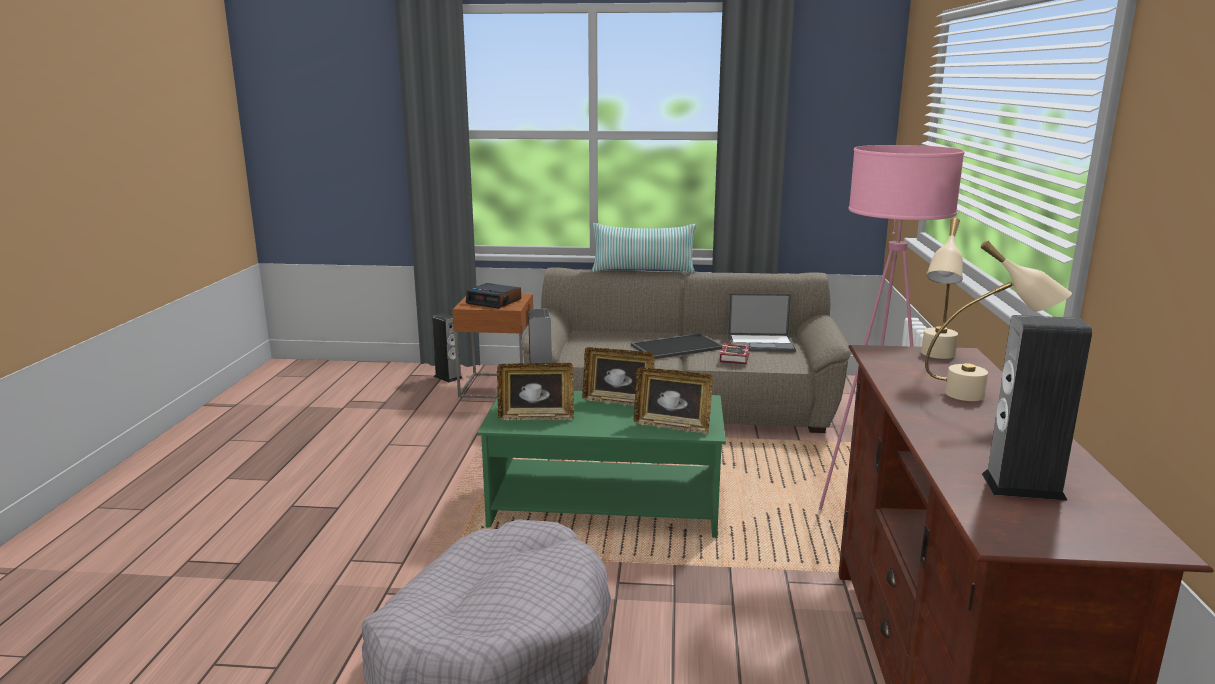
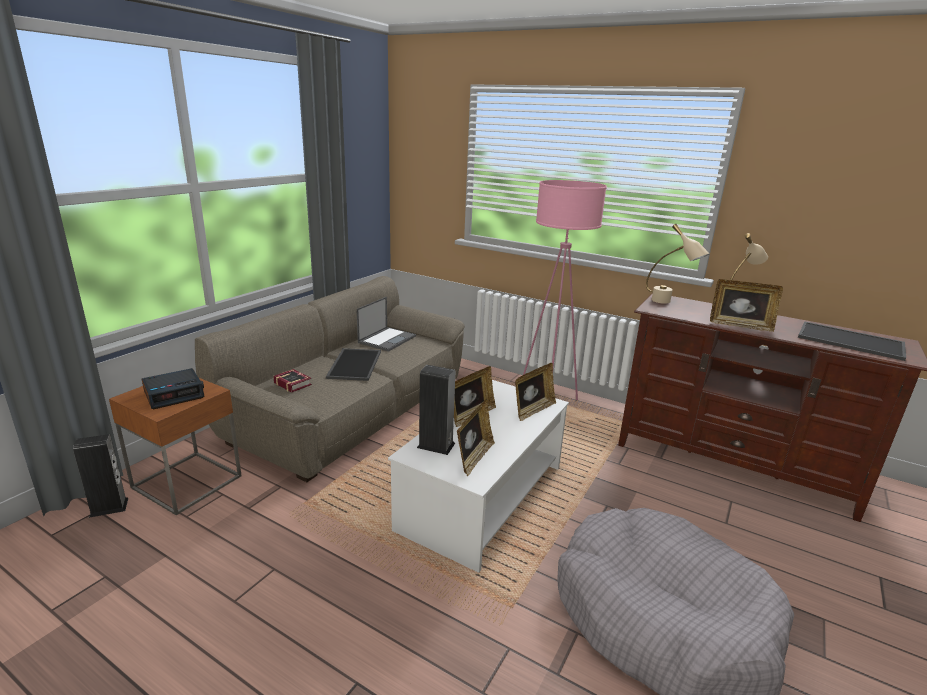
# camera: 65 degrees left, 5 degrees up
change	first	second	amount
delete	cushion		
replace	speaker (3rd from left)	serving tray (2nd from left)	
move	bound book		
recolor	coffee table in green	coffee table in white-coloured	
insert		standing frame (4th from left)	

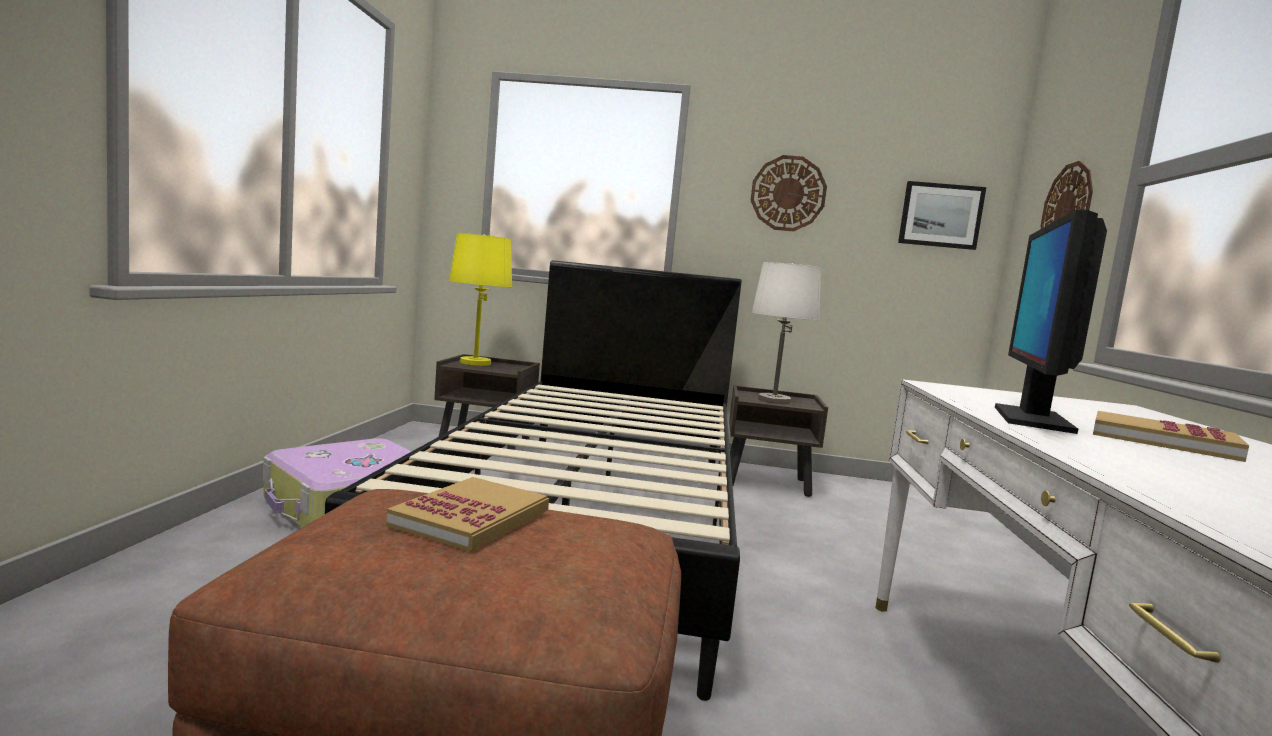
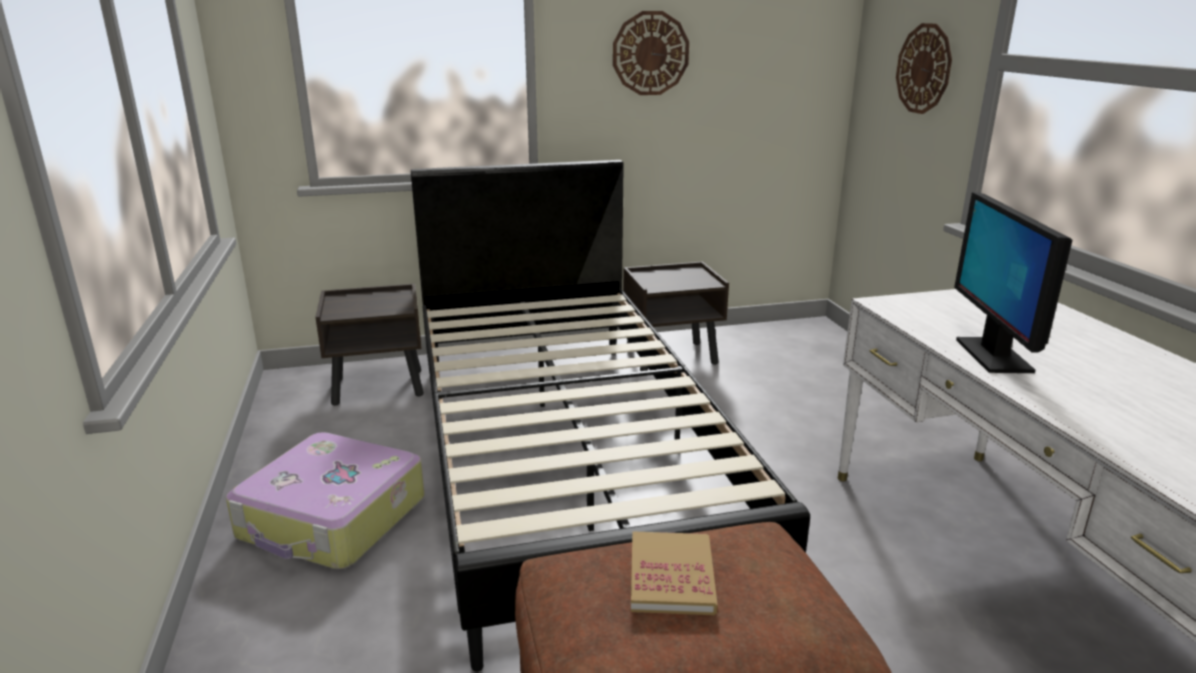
# camera: 20 degrees left, 15 degrees up
change	first	second	amount
delete	wall art		
delete	tabletop lamp in yellow-coloured		
delete	tabletop lamp in white-coloured		
delete	bound book (2nd from left)		

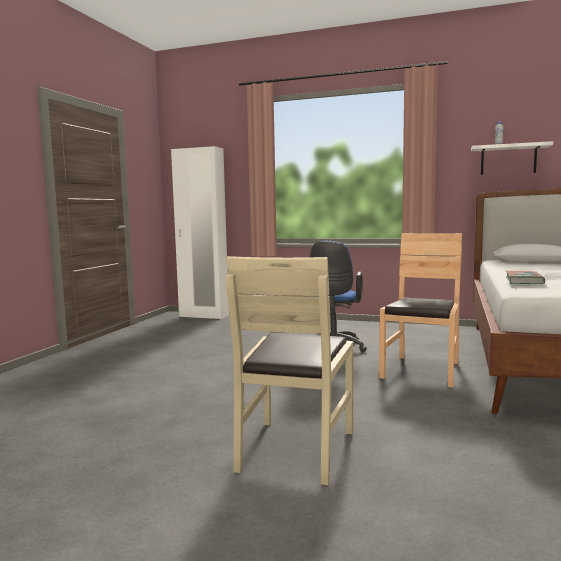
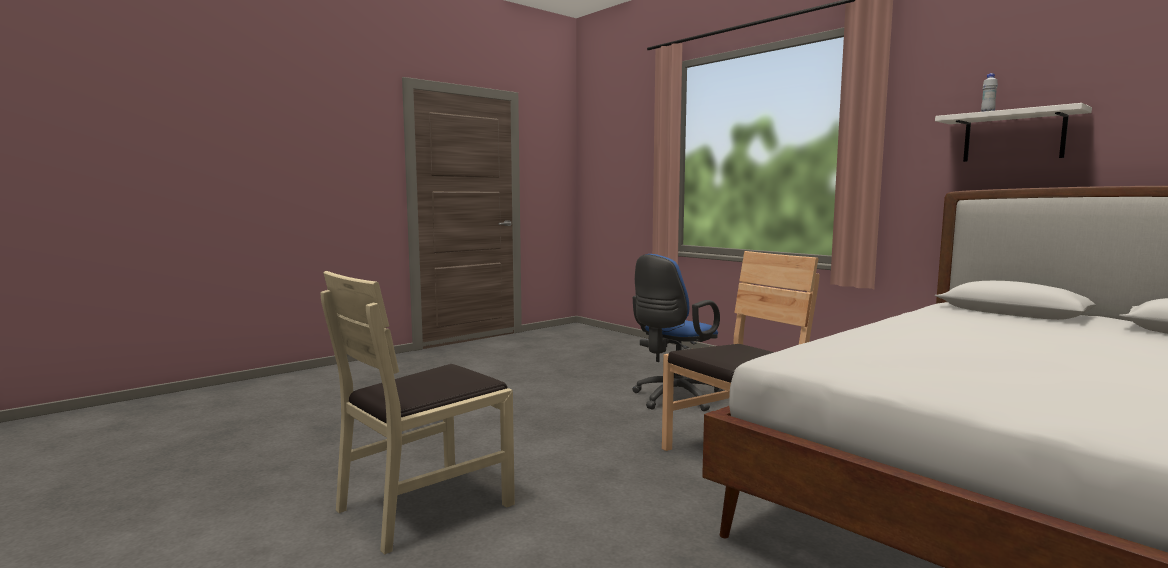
# camera: 30 degrees right, 0 degrees up
change	first	second	amount
delete	wardrobe in white-coloured		
delete	bound book		

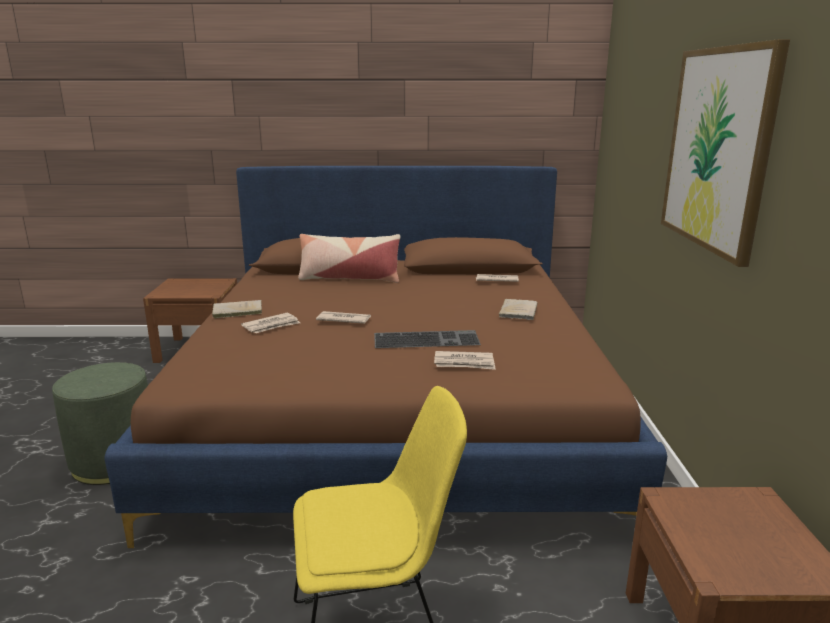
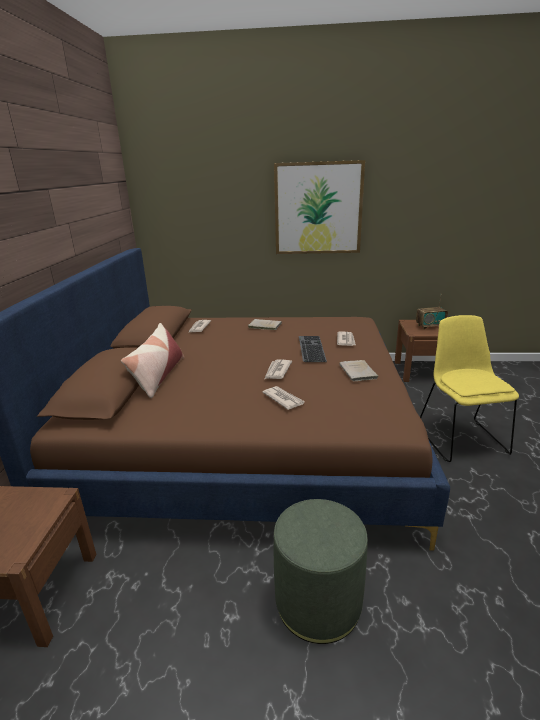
# camera: 85 degrees left, 5 degrees up
change	first	second	amount
move	bound book in beige (1st from left in the first image)	bound book in beige (2nd from left)	
insert		radio receiver	

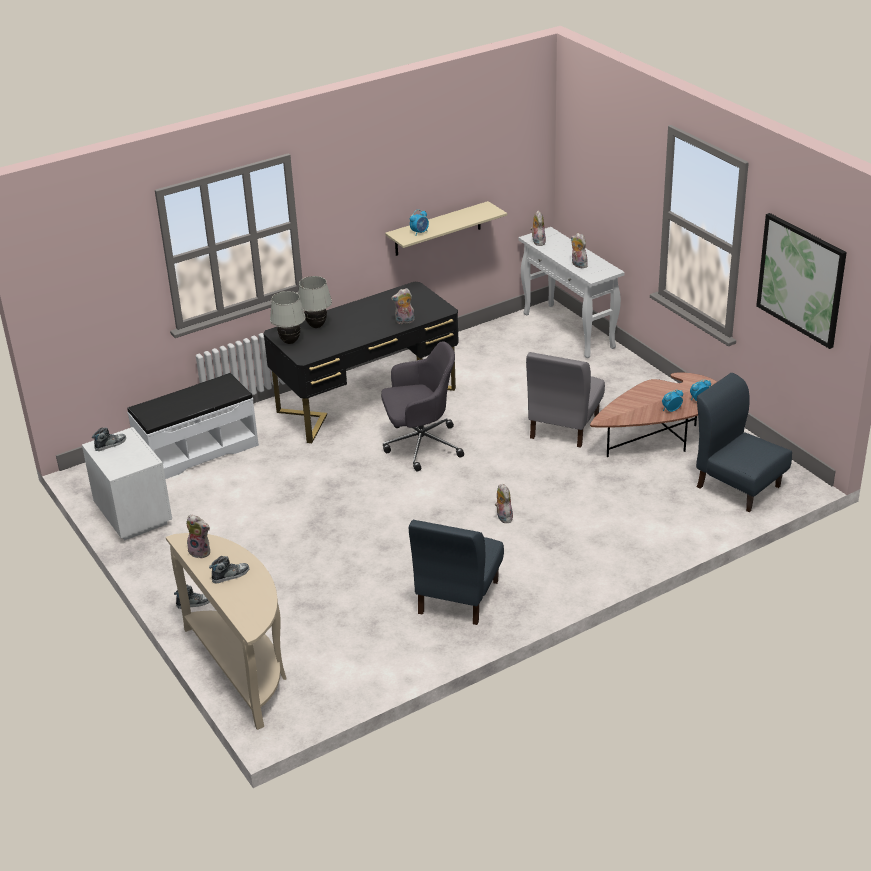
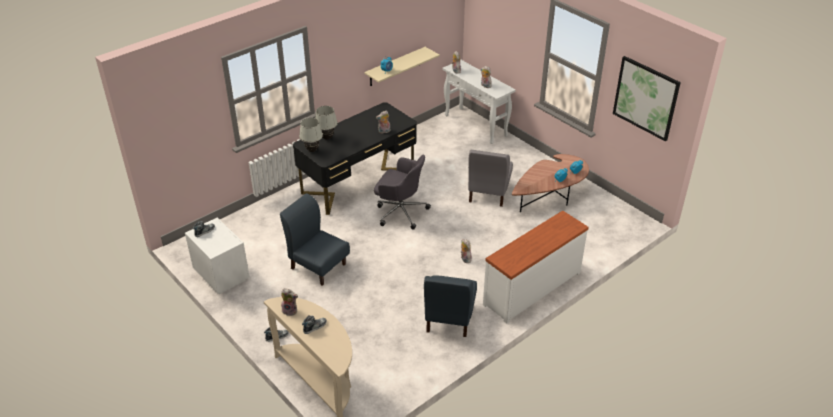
# camera: 10 degrees left, 5 degrees up
change	first	second	amount
rotate	computer chair in gray		45 degrees clockwise
delete	indoor bench in white-coloured		
move	upright chair in bluish (2nd from left in the first image)	upright chair in bluish (1st from left)	
insert		drawer chest in white-coloured	

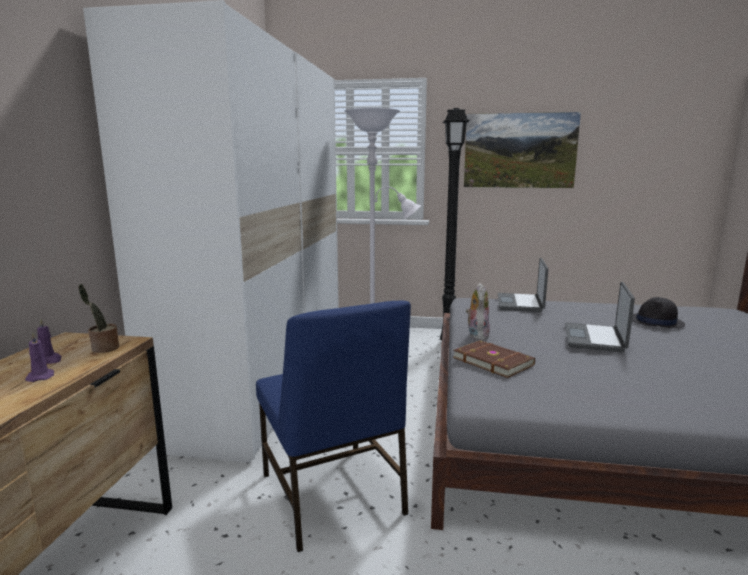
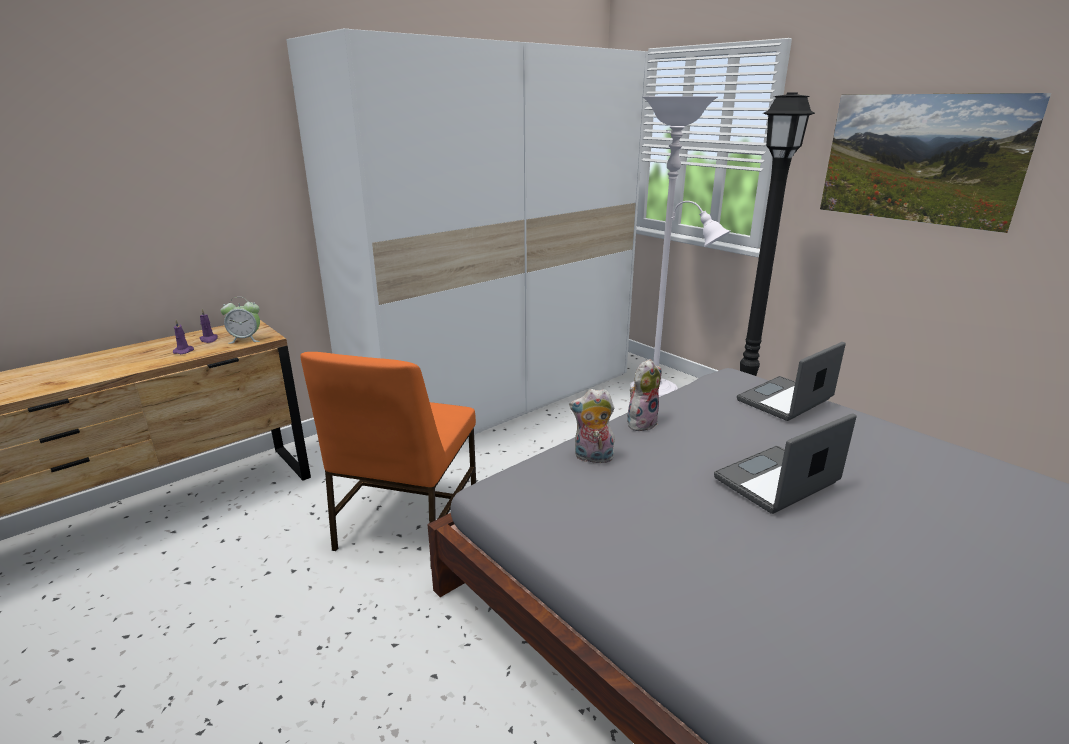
# camera: 40 degrees right, 10 degrees up
change	first	second	amount
replace	houseplant	table clock	
delete	clothing hat in blackish		
recolor	upright chair in bluish	upright chair in orange	
replace	bound book in brown	plush toy (1st from left)	

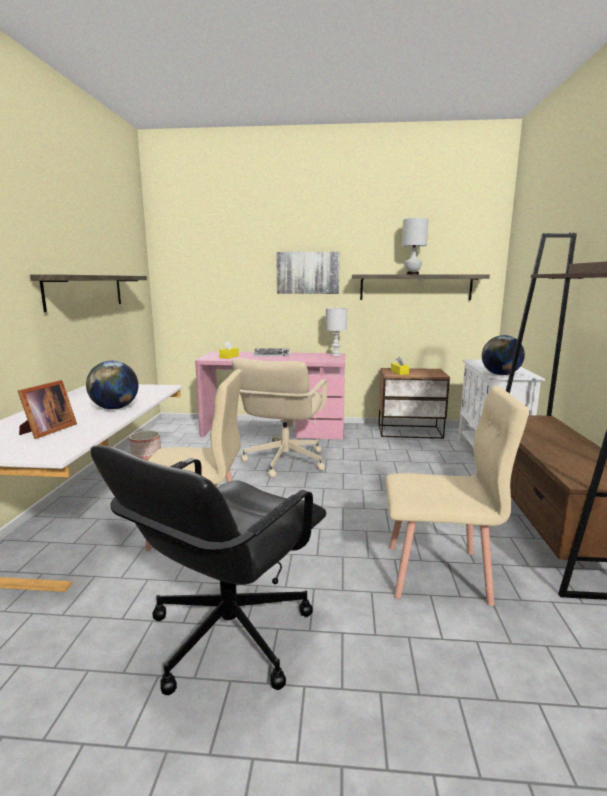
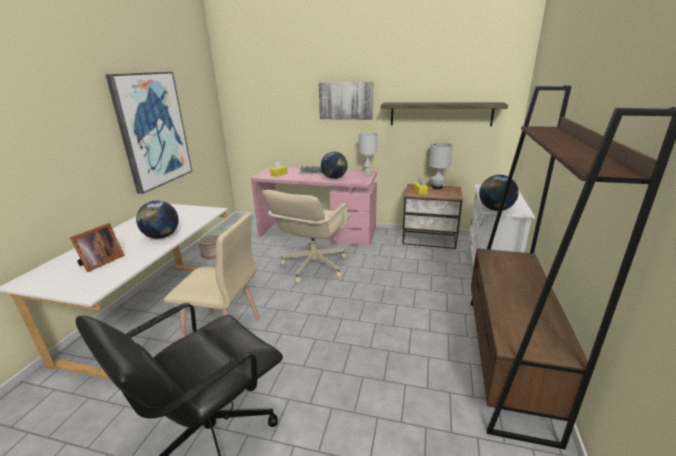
# camera: 10 degrees right, 10 degrees up
change	first	second	amount
move	tabletop lamp in white-coloured (2nd from left)		
replace	bracket shelf (1st from left)	wall art (1st from left)	
delete	upright chair in beige (2nd from left)		
insert		desk globe (2nd from left)	

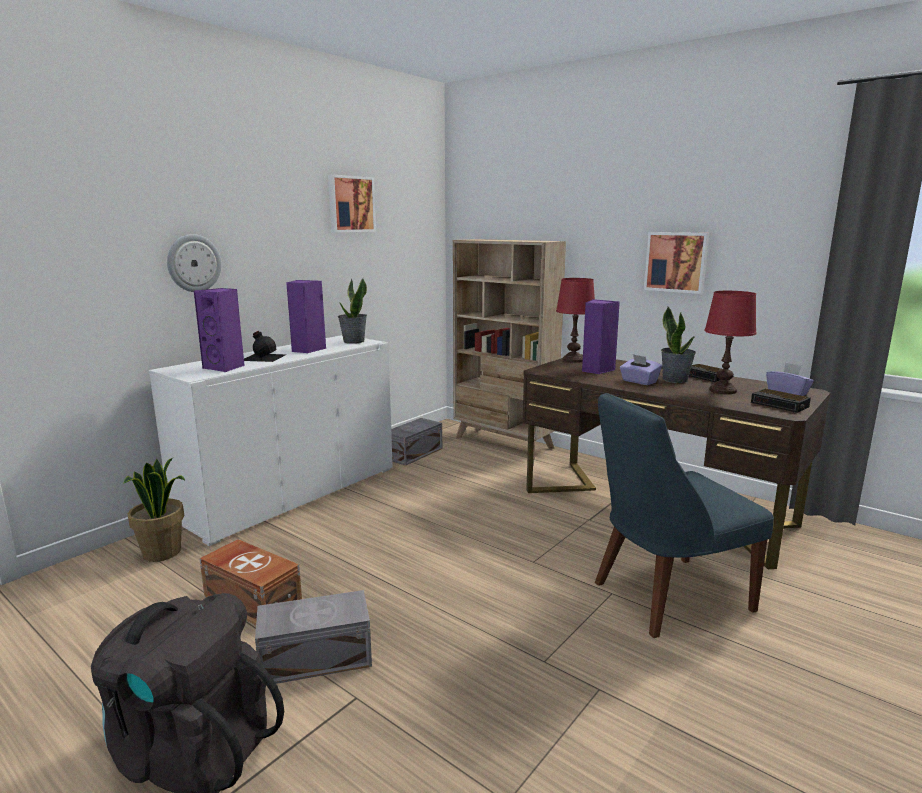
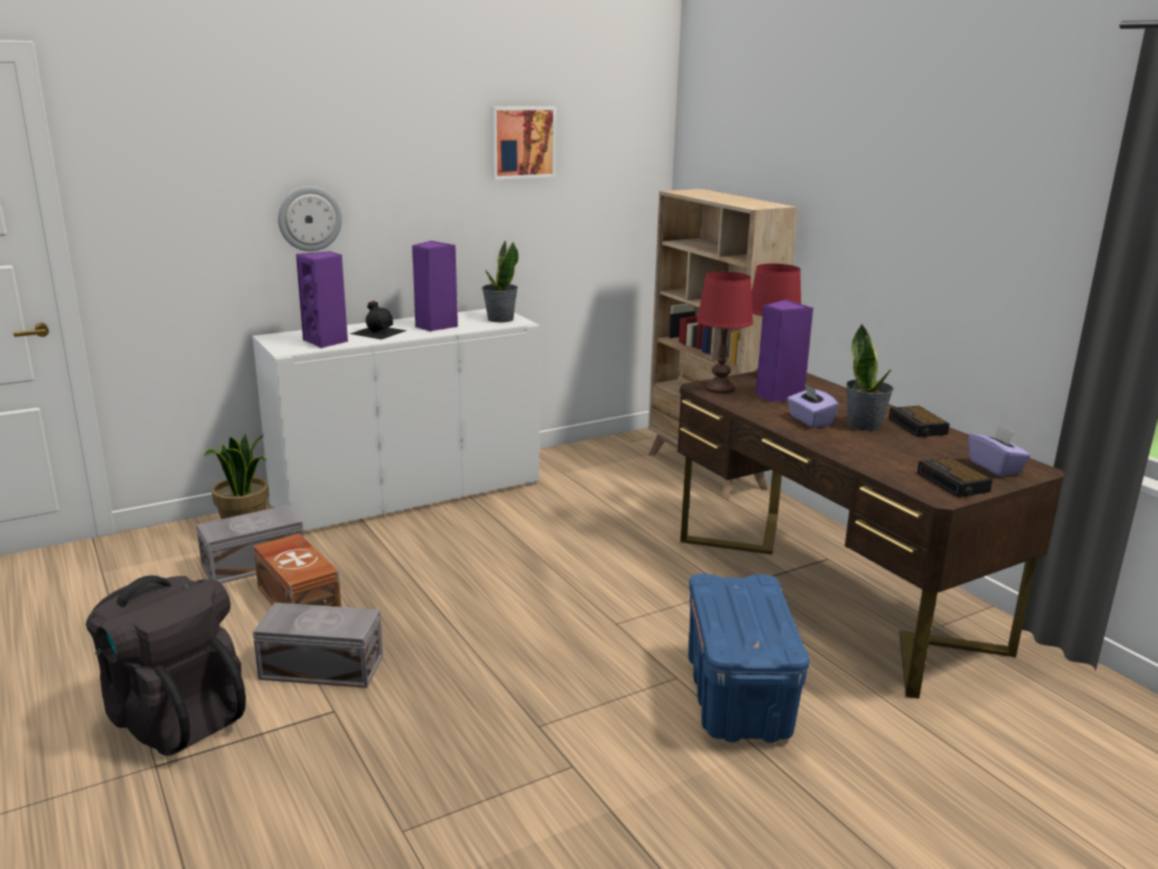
# camera: 20 degrees right, 5 degrees up
change	first	second	amount
delete	wall art (2nd from left)		
move	tabletop lamp in reddish (2nd from left in the first image)	tabletop lamp in reddish (1st from left)	
replace	upright chair in bluish	storage container in bluish	
move	storage container in gray (2nd from left in the first image)	storage container in gray (1st from left)	

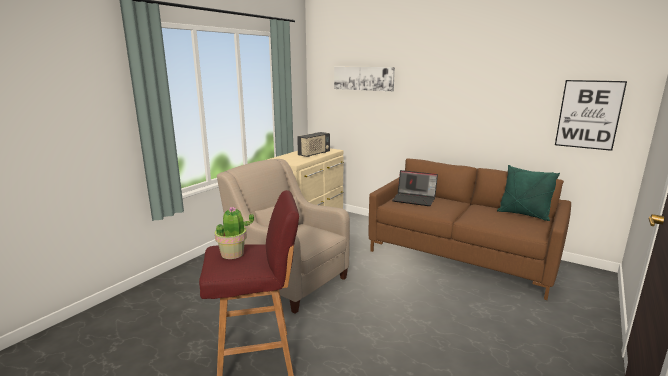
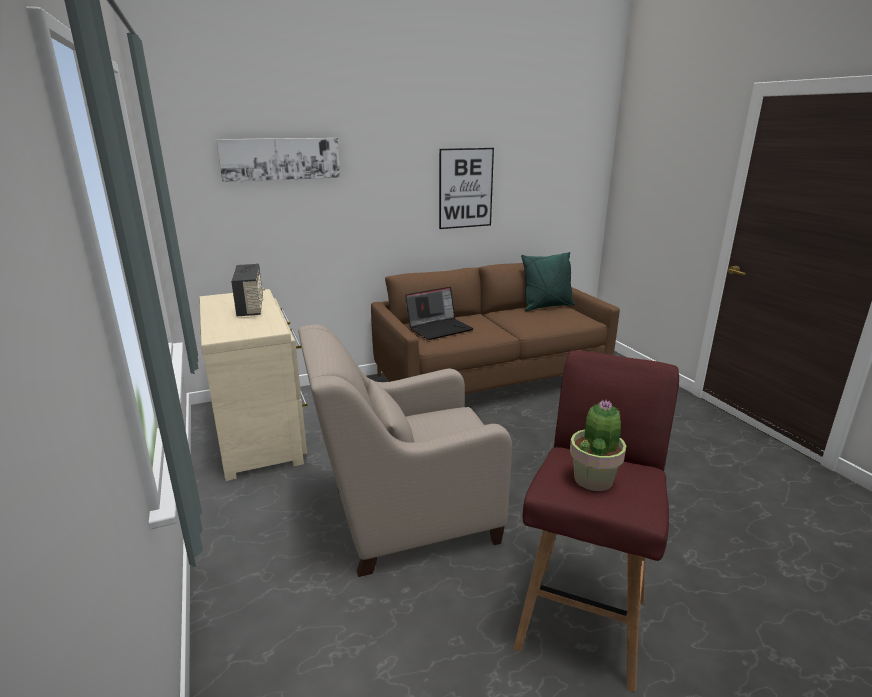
# camera: 55 degrees left, 5 degrees up
change	first	second	amount
move	wall art (2nd from left)		

